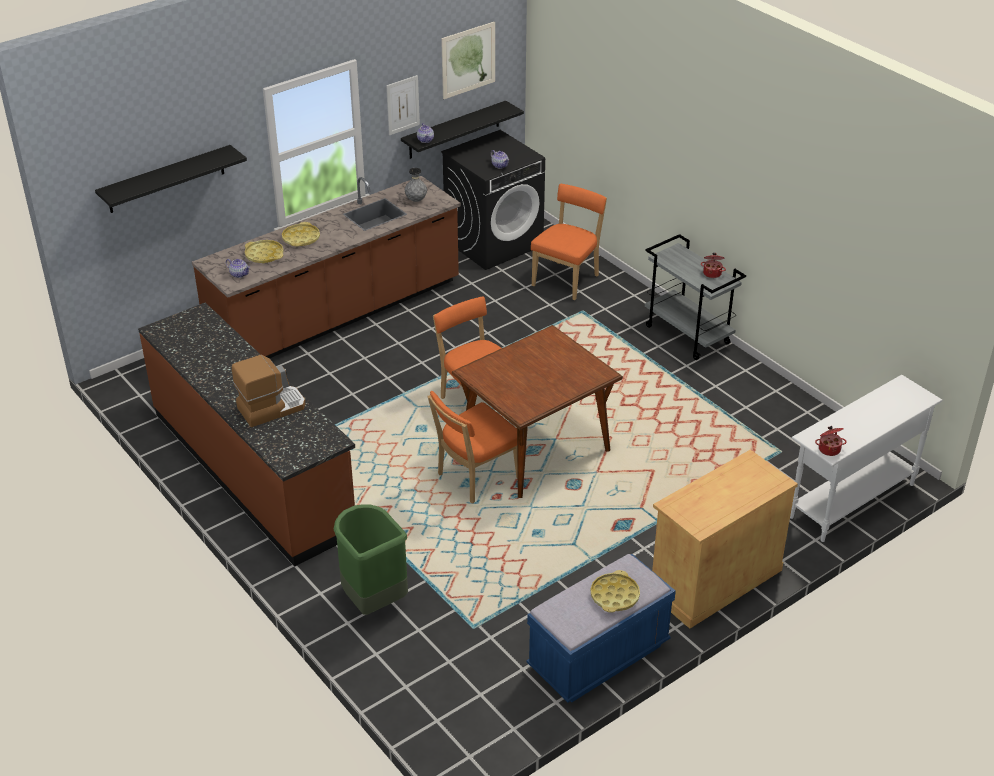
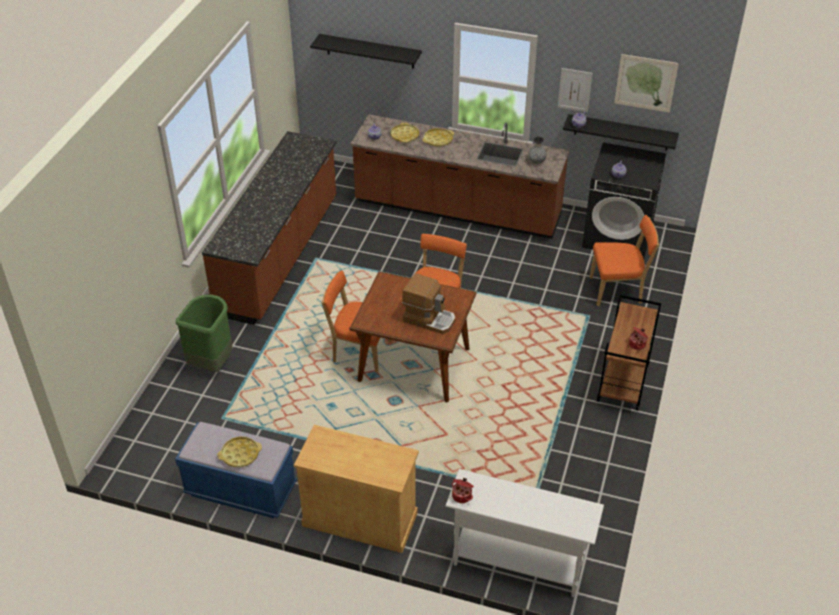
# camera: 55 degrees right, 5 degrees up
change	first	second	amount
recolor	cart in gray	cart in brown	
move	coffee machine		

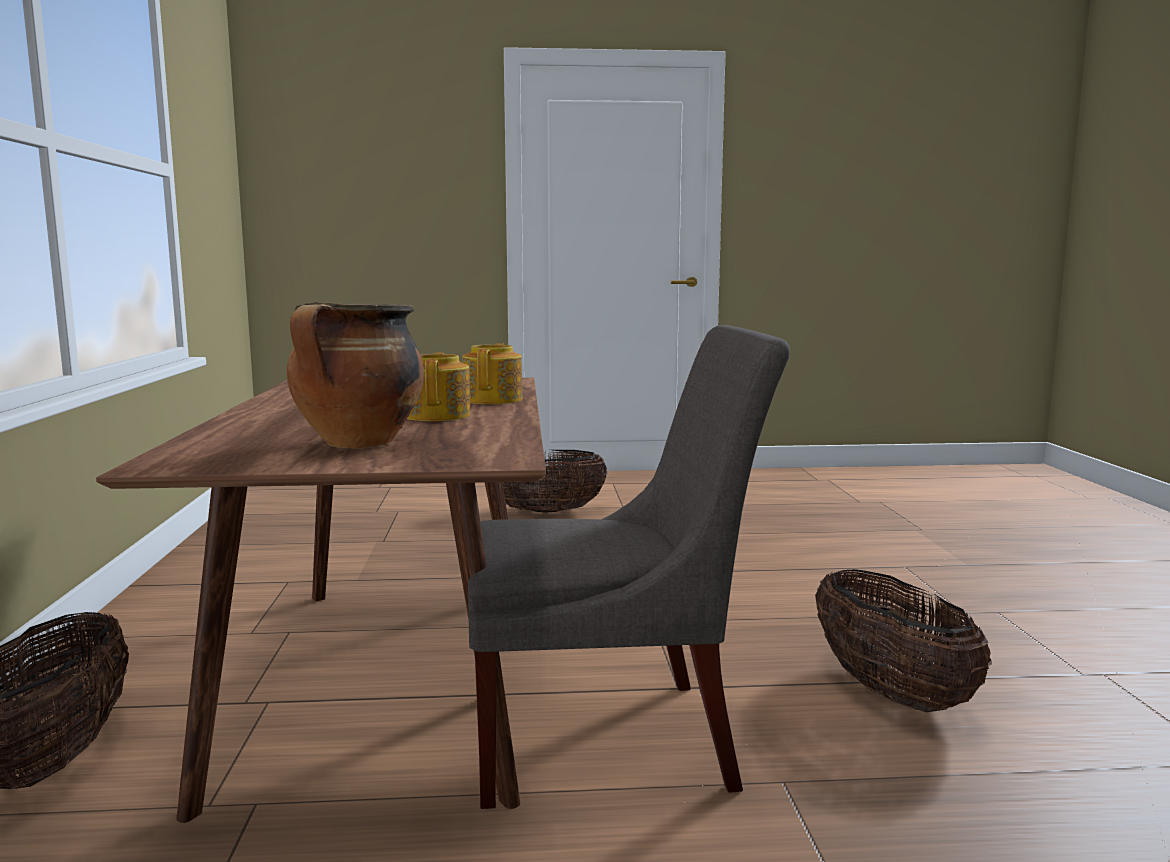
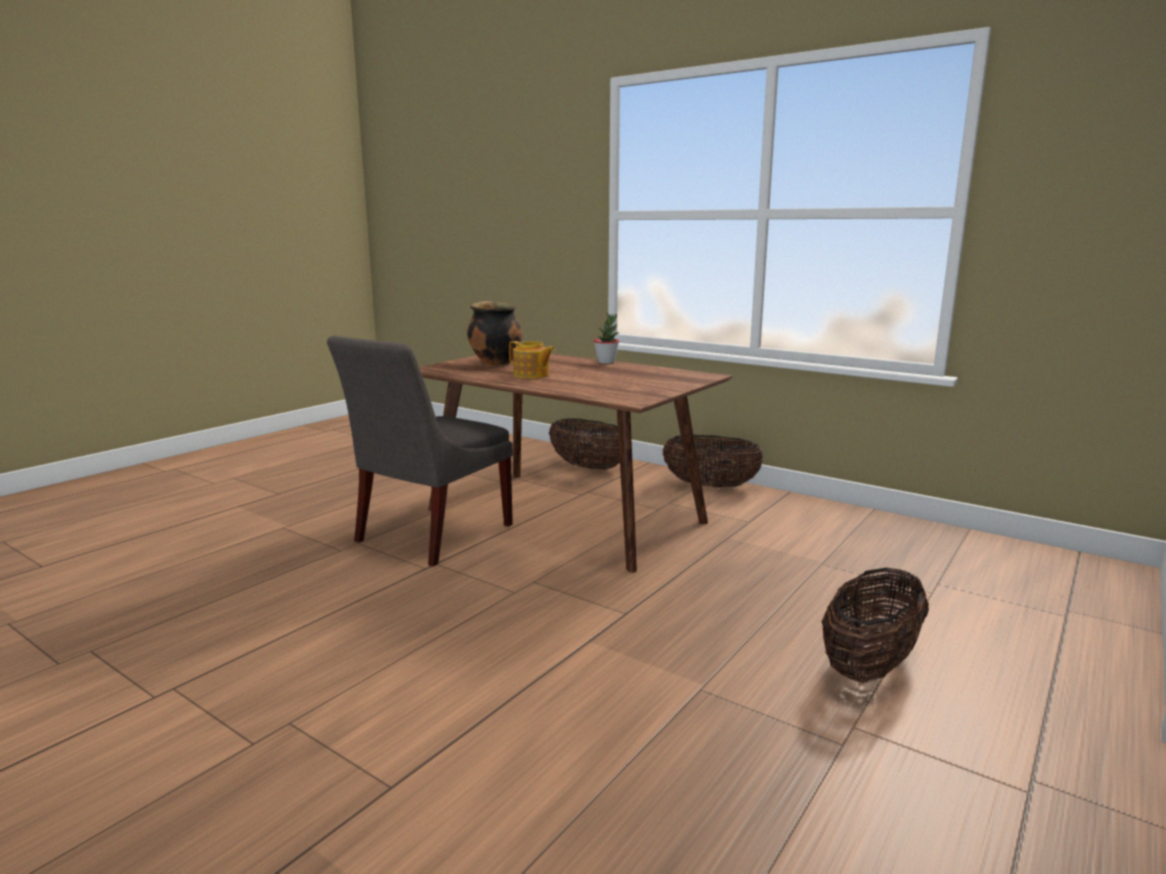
# camera: 130 degrees right, 5 degrees up
change	first	second	amount
delete	teapot (2nd from left)		
move	basket (3rd from left in the first image)	basket (2nd from left)	
insert		houseplant	

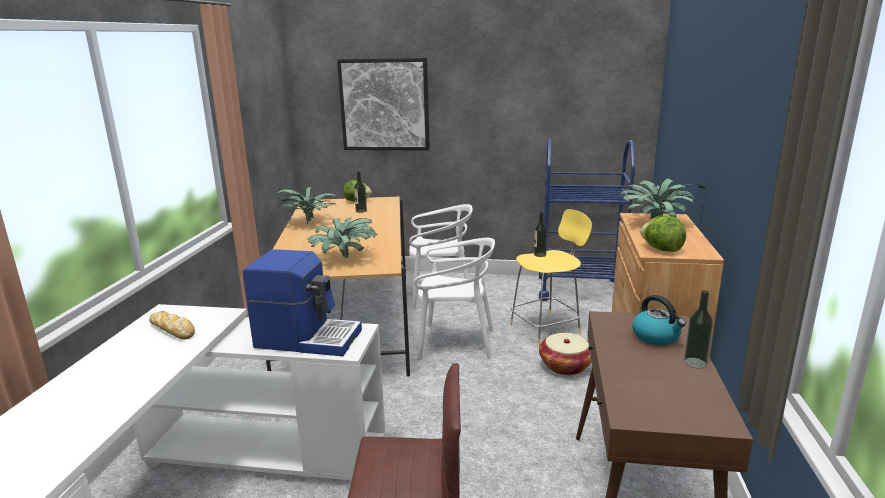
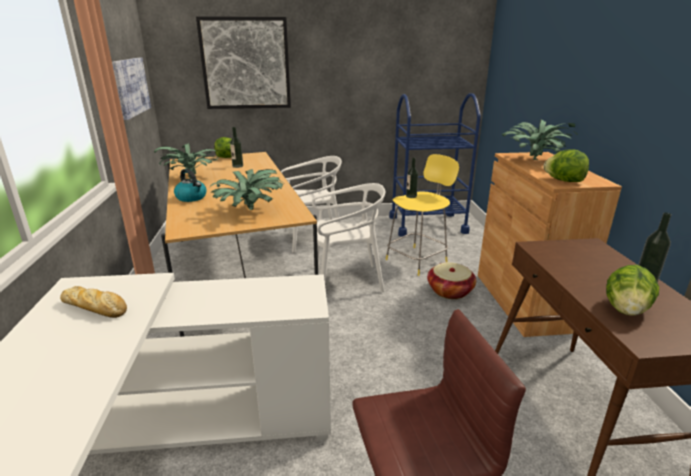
# camera: 15 degrees left, 5 degrees up
change	first	second	amount
delete	coffee machine		
move	water kettle		
insert		wall art (1st from left)	
insert		head of lettuce (3rd from left)	

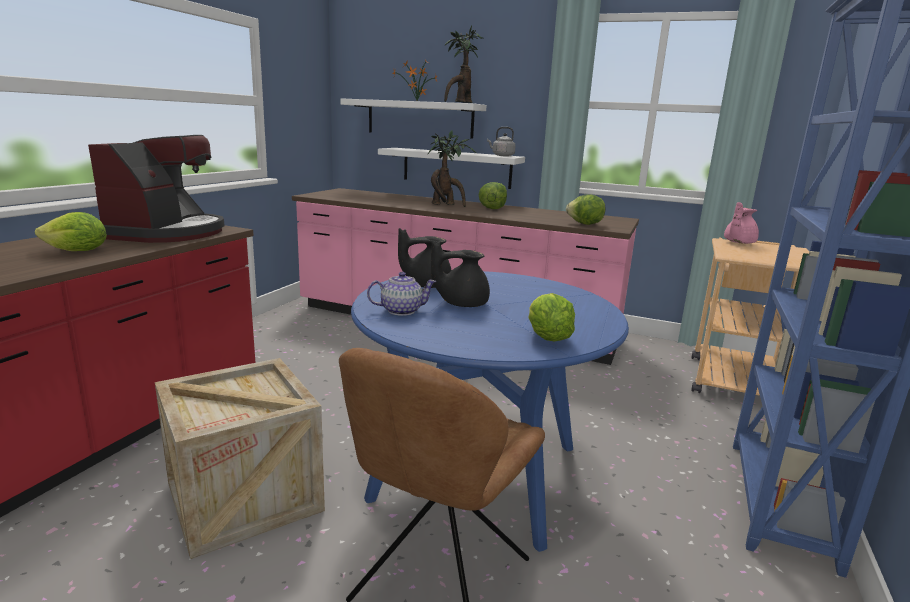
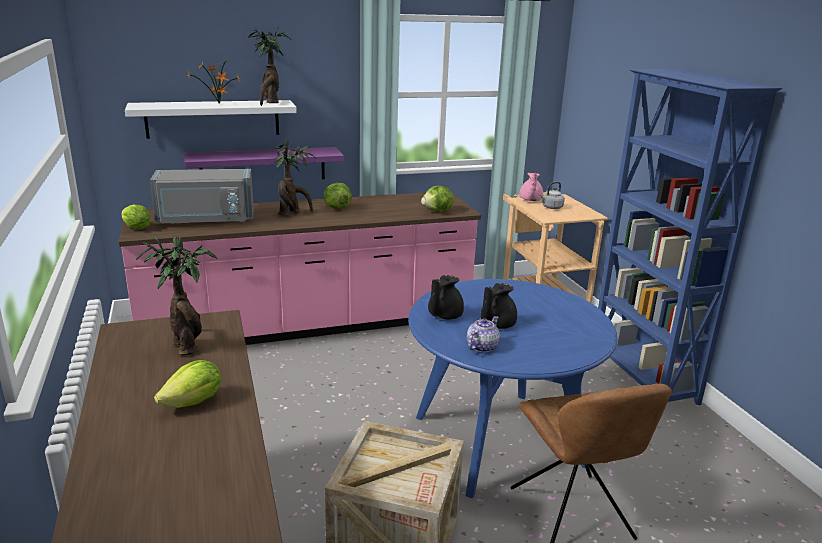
# camera: 40 degrees left, 5 degrees up
change	first	second	amount
move	water kettle in gray		
replace	coffee machine	houseplant (1st from left)	
recolor	bracket shelf in white-coloured (2nd from left)	bracket shelf in purple	
move	head of lettuce (3rd from left in the first image)	head of lettuce (1st from left)	
insert		microwave oven in gray	

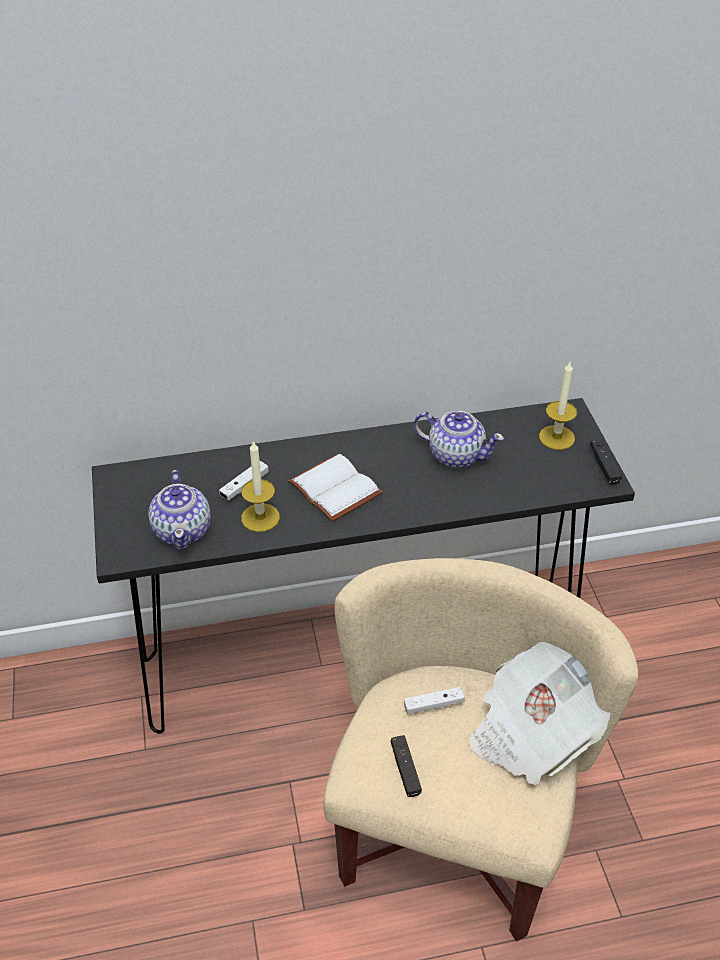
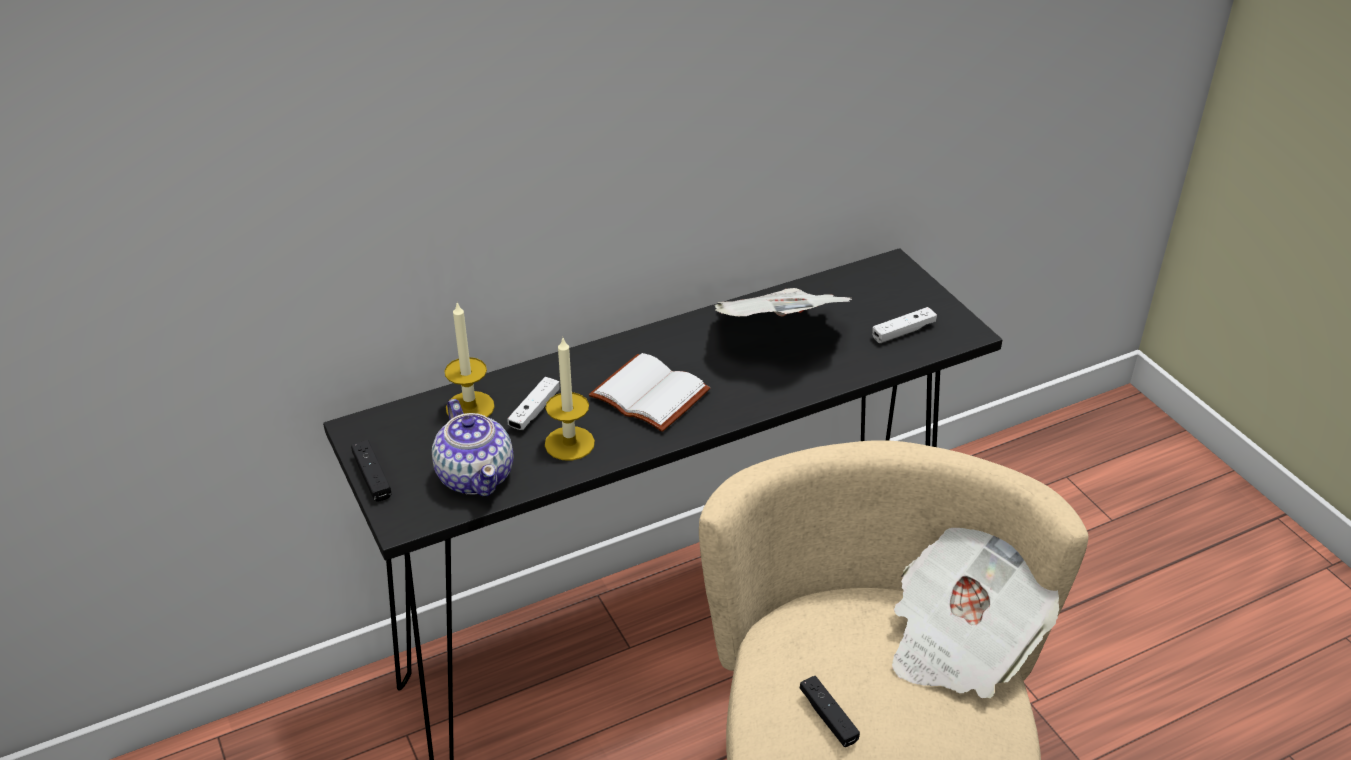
# camera: 15 degrees left, 5 degrees down
change	first	second	amount
move	wax candle (2nd from left in the first image)	wax candle (1st from left)	
replace	teapot (2nd from left)	printed paper (1st from left)	
move	joypad in blackish (2nd from left in the first image)	joypad in blackish (1st from left)	
move	joypad in white-coloured (2nd from left)		

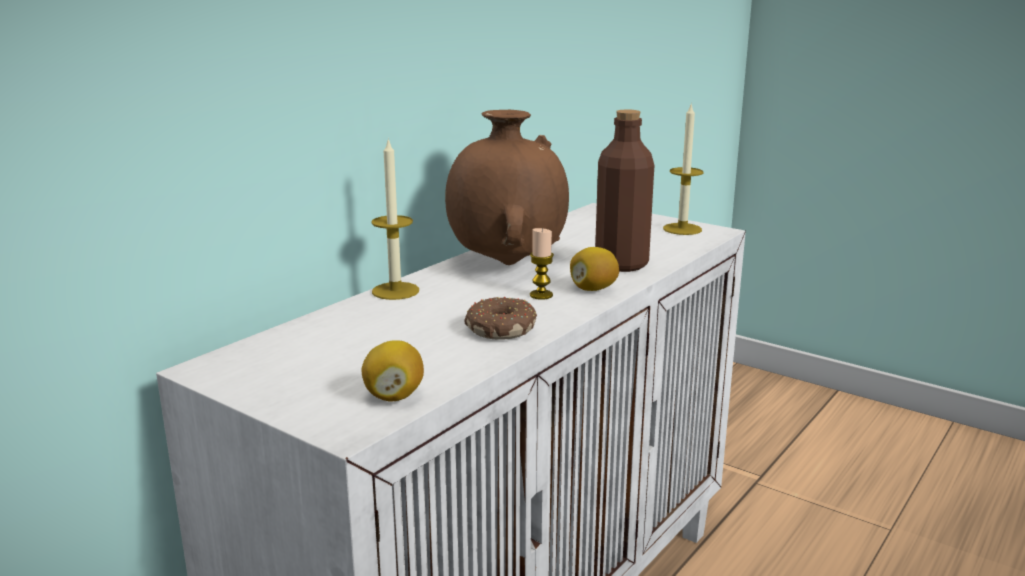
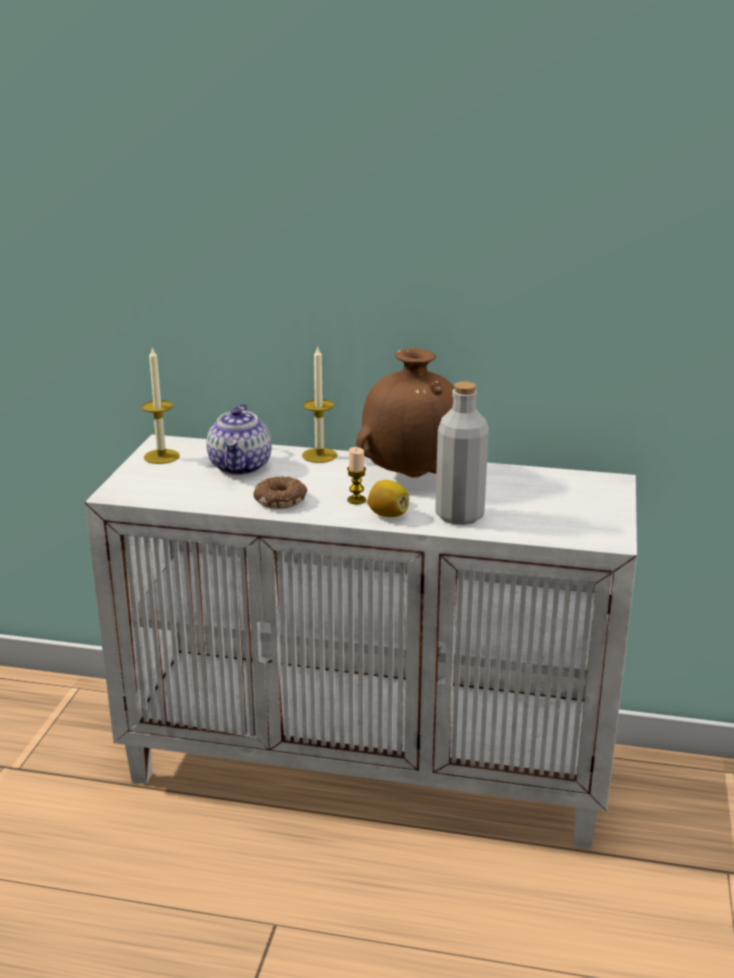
# camera: 65 degrees right, 5 degrees up
change	first	second	amount
move	wax candle (3rd from left in the first image)	wax candle (1st from left)	
recolor	beverage bottle in brown	beverage bottle in gray	
delete	whole lemon (1st from left)		
insert		teapot	

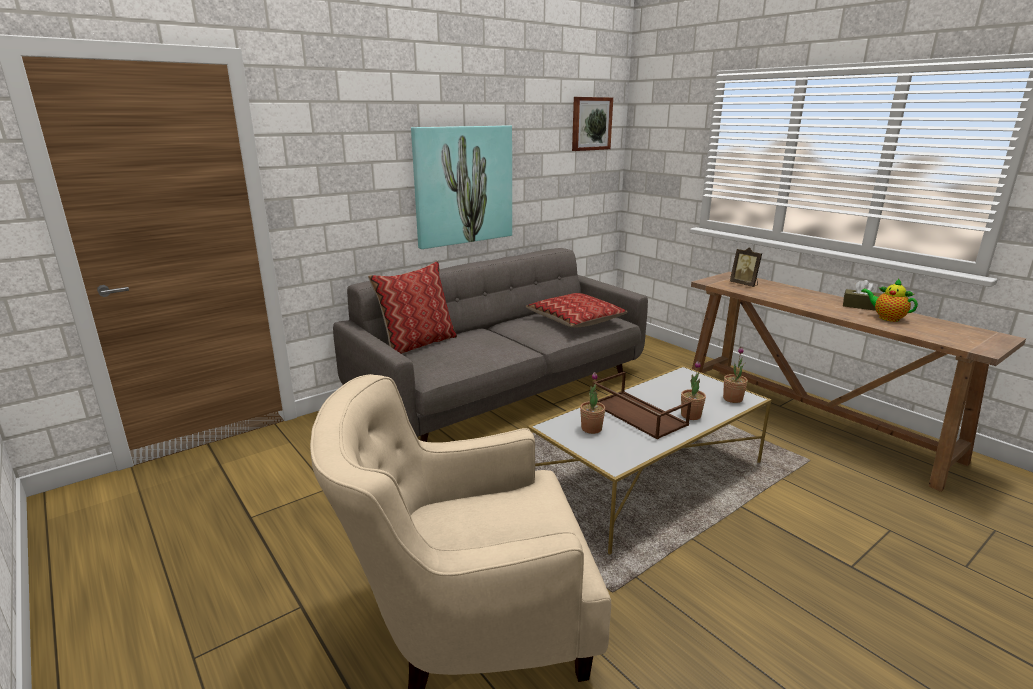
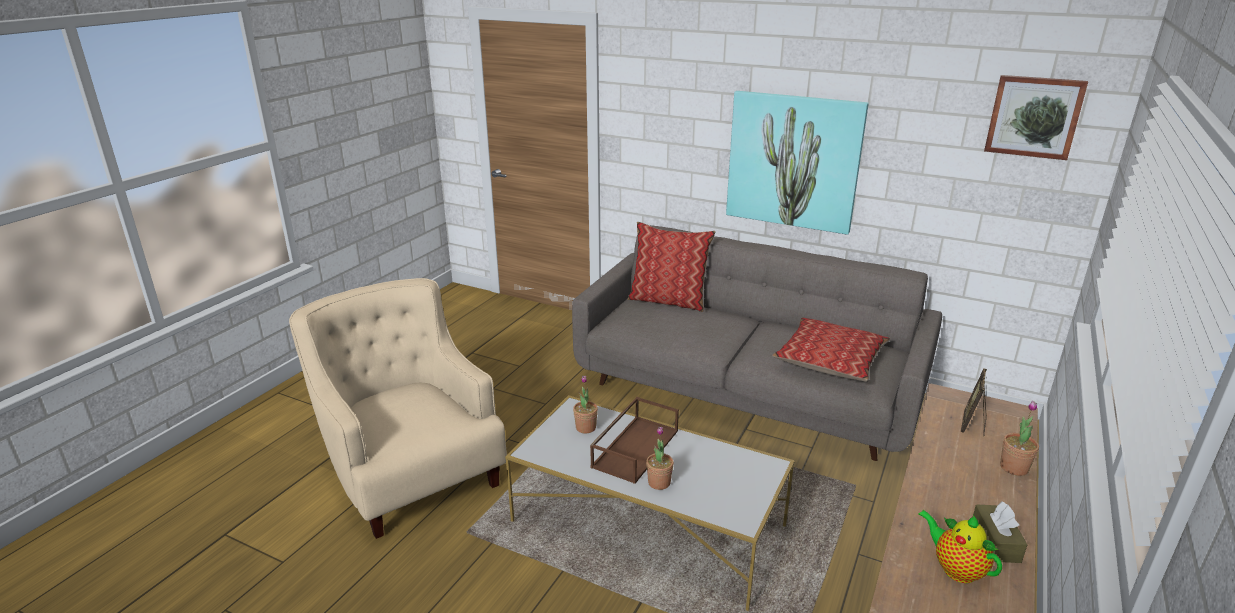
# camera: 65 degrees right, 5 degrees up
change	first	second	amount
rotate	teapot		60 degrees counterclockwise
move	houseplant (3rd from left)		

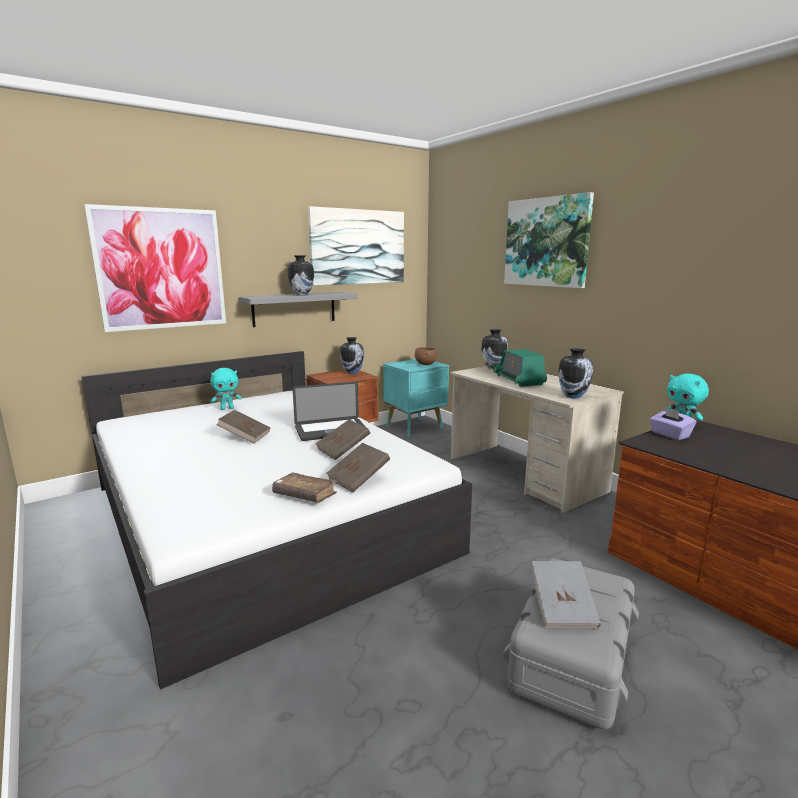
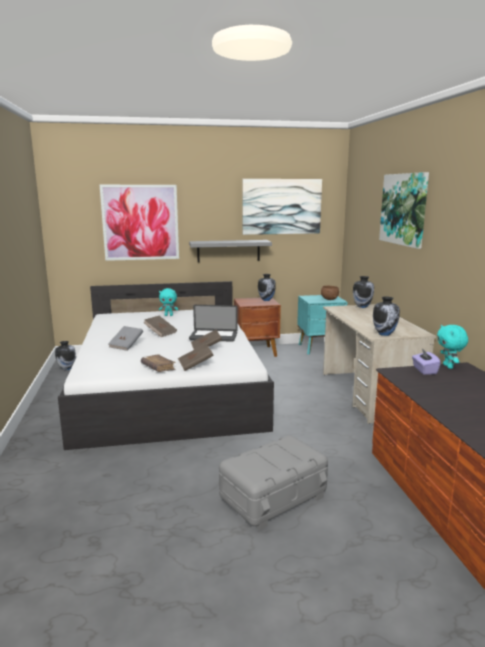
# camera: 25 degrees right, 0 degrees up
change	first	second	amount
move	flower vase (1st from left)		
delete	radio receiver		
move	bound book in gray		

